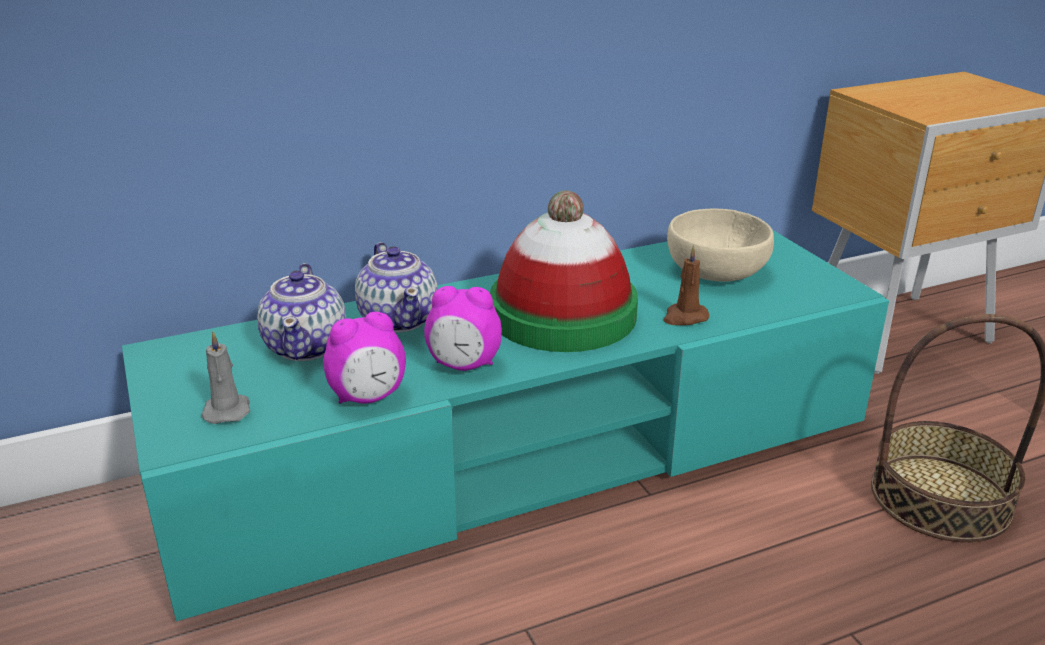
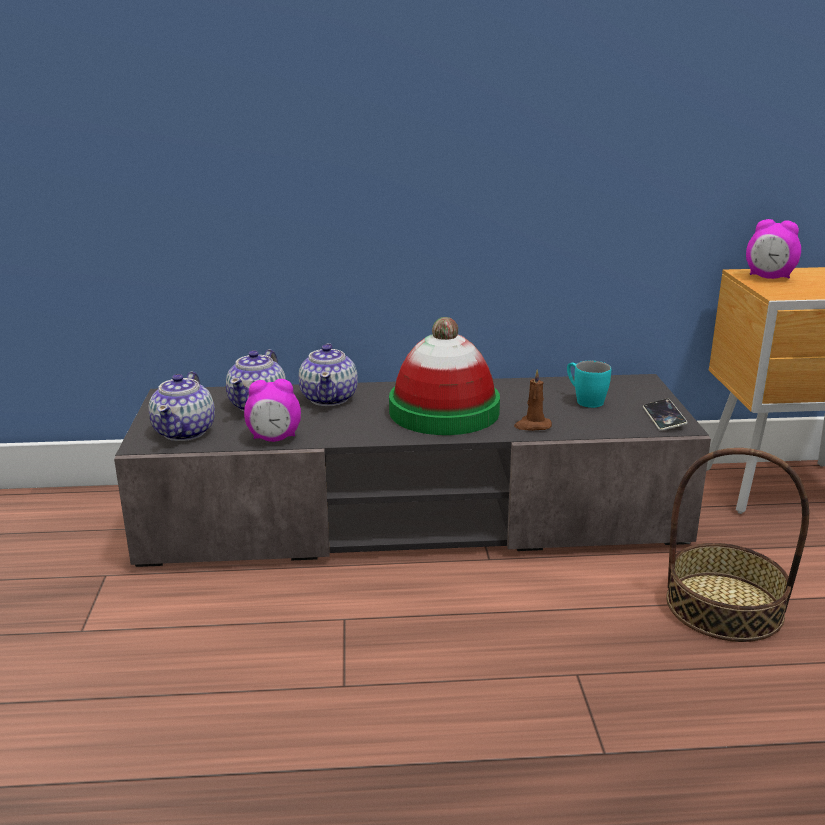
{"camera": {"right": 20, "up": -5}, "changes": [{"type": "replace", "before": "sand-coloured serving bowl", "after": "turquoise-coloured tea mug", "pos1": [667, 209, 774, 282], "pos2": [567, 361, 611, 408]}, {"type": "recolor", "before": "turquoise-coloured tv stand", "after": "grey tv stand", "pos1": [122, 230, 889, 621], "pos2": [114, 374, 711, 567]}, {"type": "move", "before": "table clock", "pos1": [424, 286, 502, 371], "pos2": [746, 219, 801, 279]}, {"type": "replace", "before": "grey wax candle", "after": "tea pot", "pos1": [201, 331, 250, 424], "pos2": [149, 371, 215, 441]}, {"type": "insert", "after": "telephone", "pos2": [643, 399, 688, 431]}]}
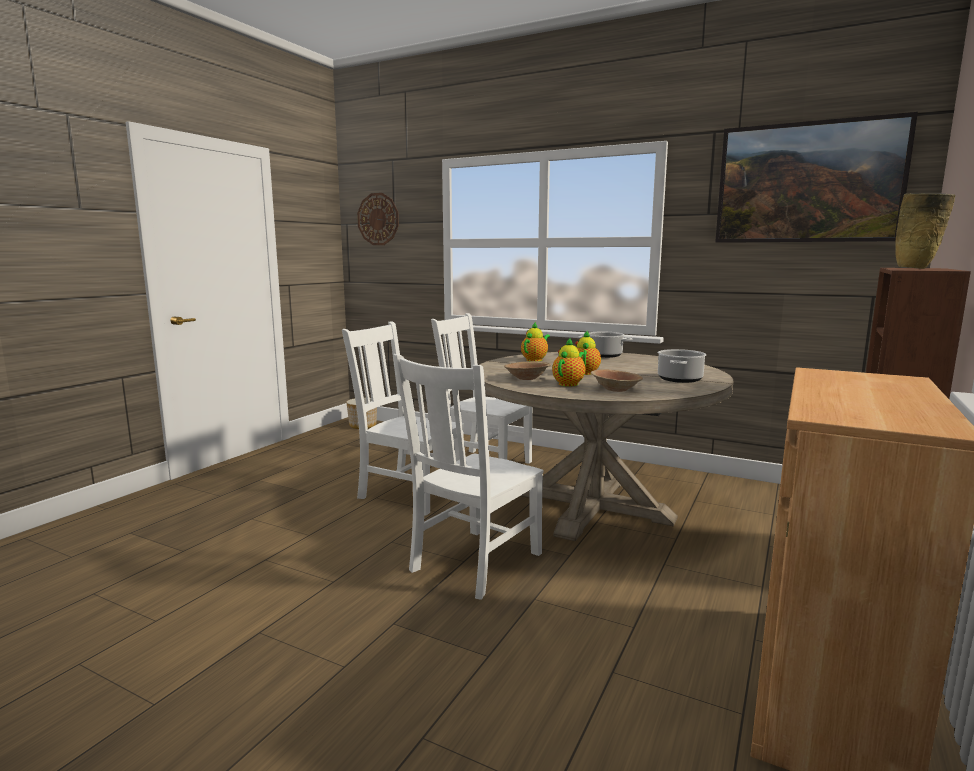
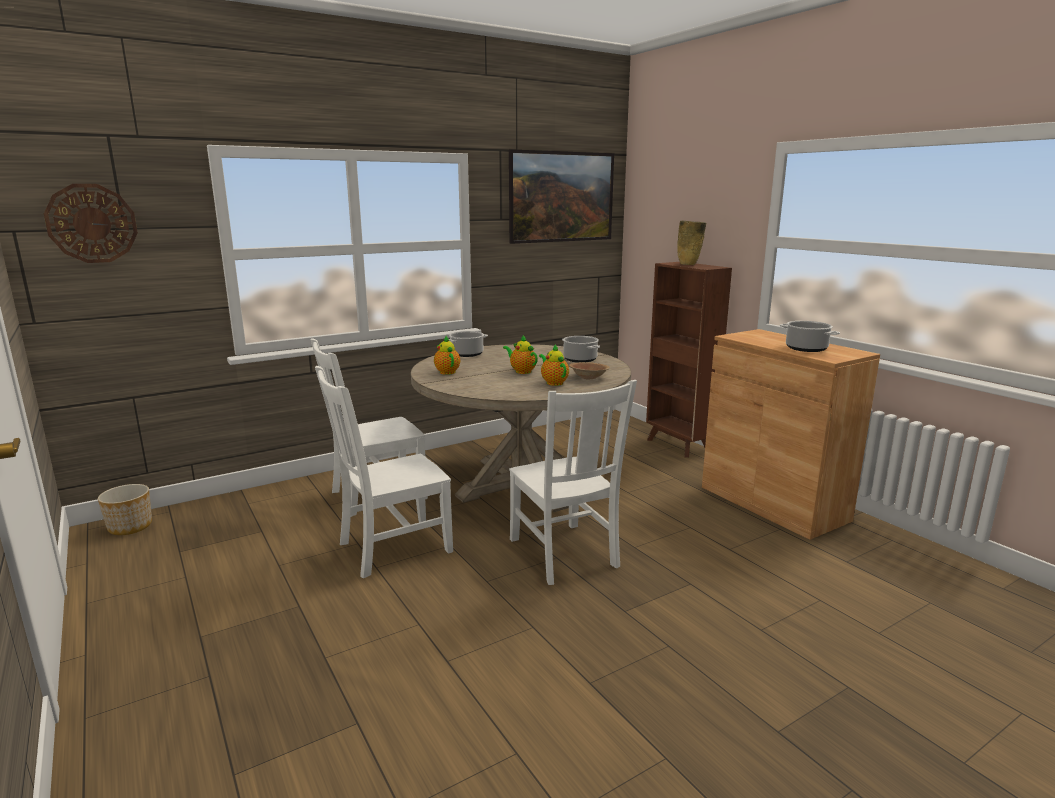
{"camera": {"right": -60, "up": 5}, "changes": [{"type": "delete", "before": "brownish serving bowl", "pos1": [504, 361, 551, 380]}, {"type": "insert", "after": "cooking pot", "pos2": [780, 321, 840, 352]}]}
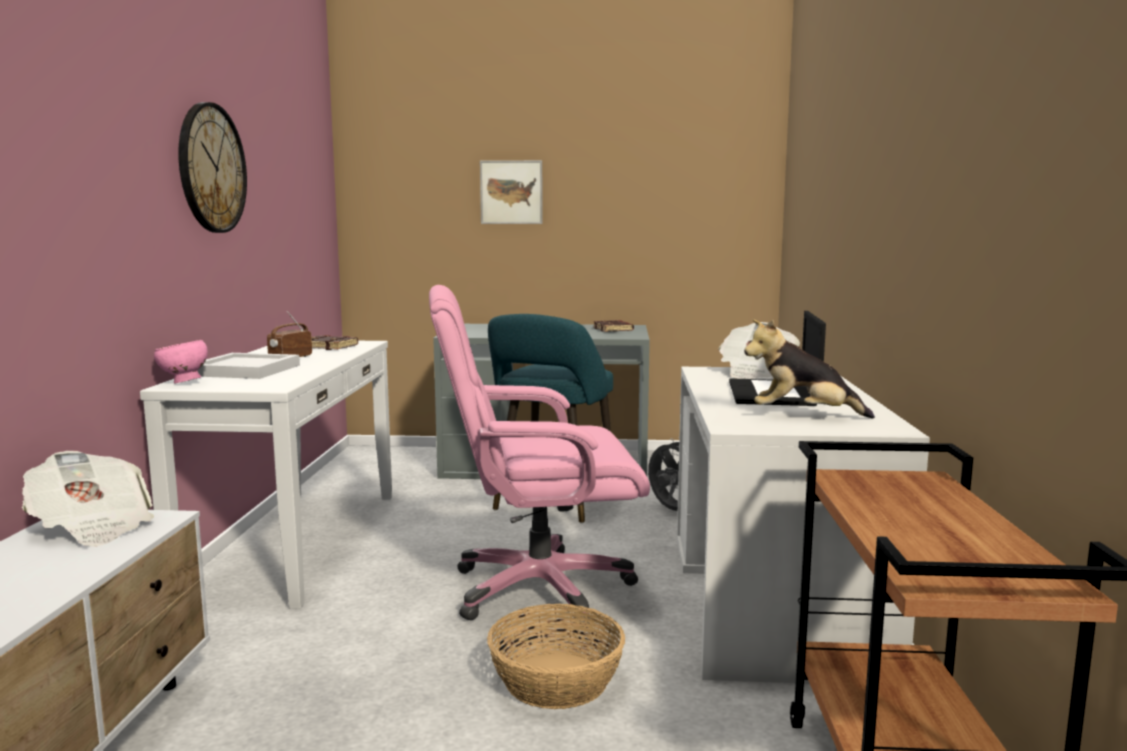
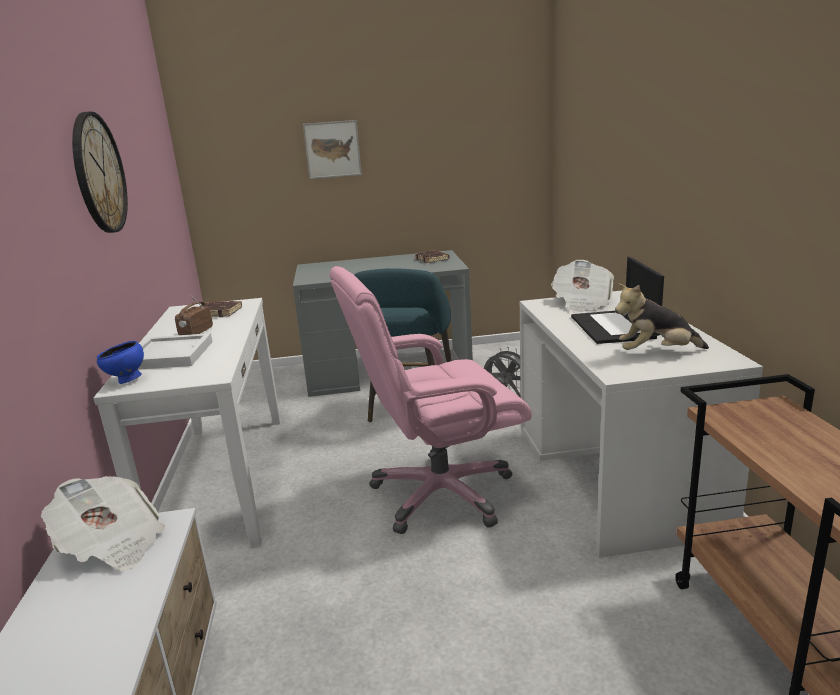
{"camera": {"right": -10, "up": 10}, "changes": [{"type": "recolor", "before": "pink-coloured serving bowl", "after": "blue-coloured serving bowl", "pos1": [154, 340, 208, 384], "pos2": [97, 341, 144, 384]}, {"type": "delete", "before": "basket", "pos1": [487, 604, 625, 709]}]}
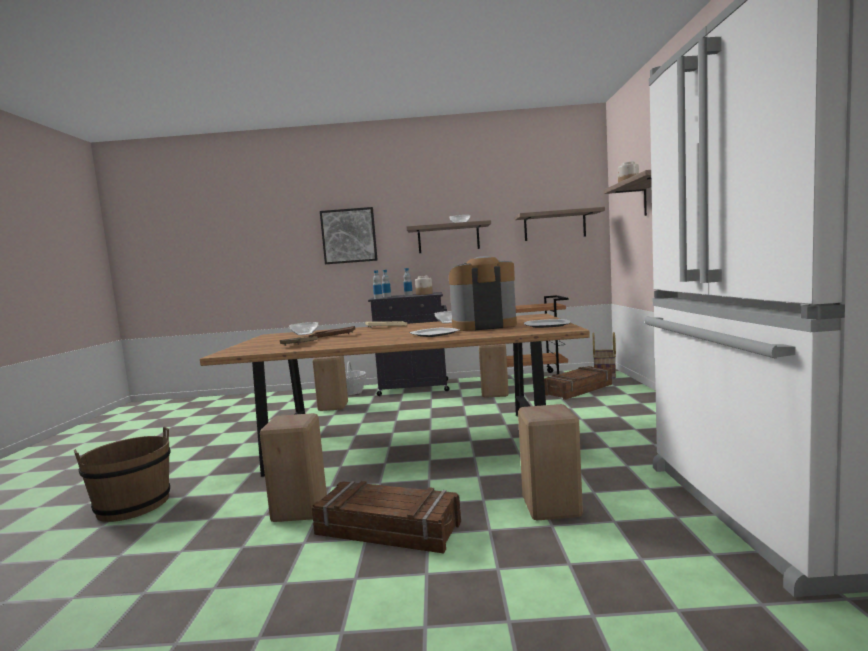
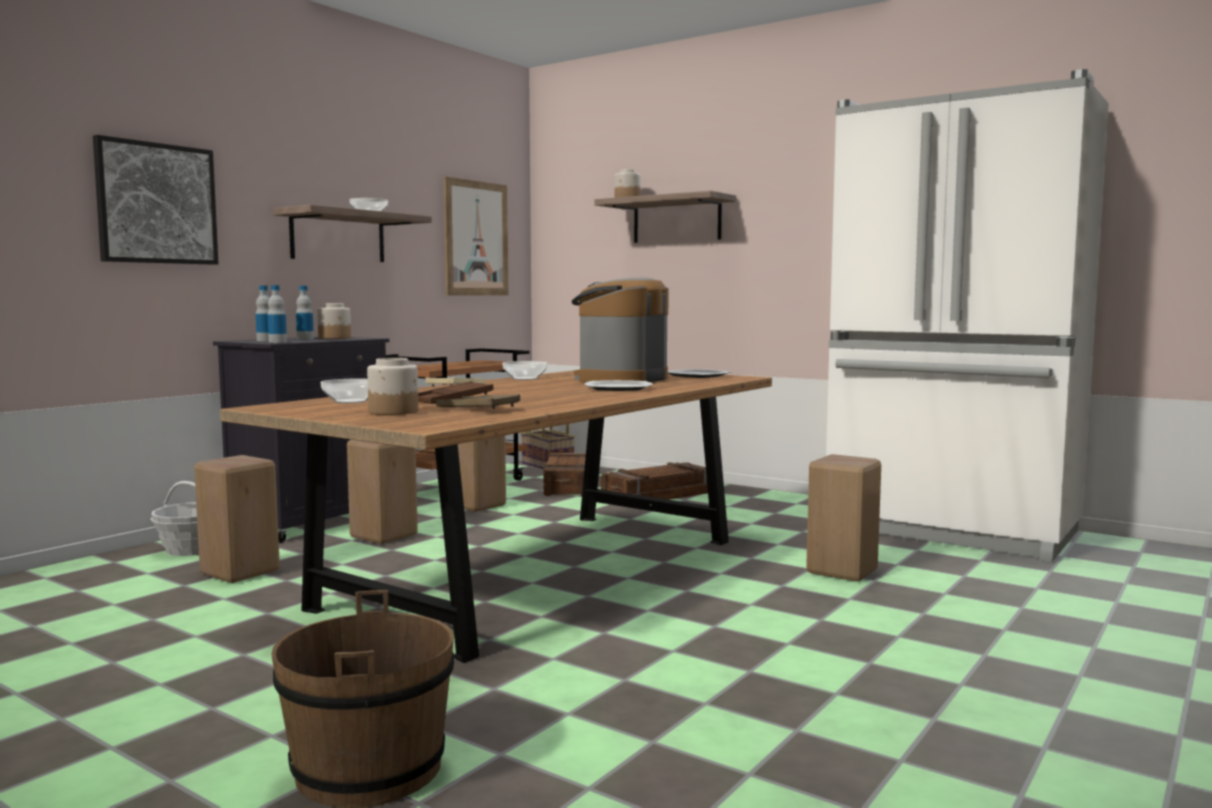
{"camera": {"right": -55, "up": 0}, "changes": [{"type": "replace", "before": "bracket shelf", "after": "wall picture", "pos1": [515, 207, 605, 241], "pos2": [444, 176, 508, 296]}, {"type": "move", "before": "sand-coloured stool", "pos1": [260, 413, 327, 522], "pos2": [347, 440, 418, 544]}, {"type": "move", "before": "packing crate", "pos1": [312, 481, 461, 554], "pos2": [601, 462, 708, 500]}, {"type": "insert", "after": "storage jar", "pos2": [367, 358, 418, 415]}]}
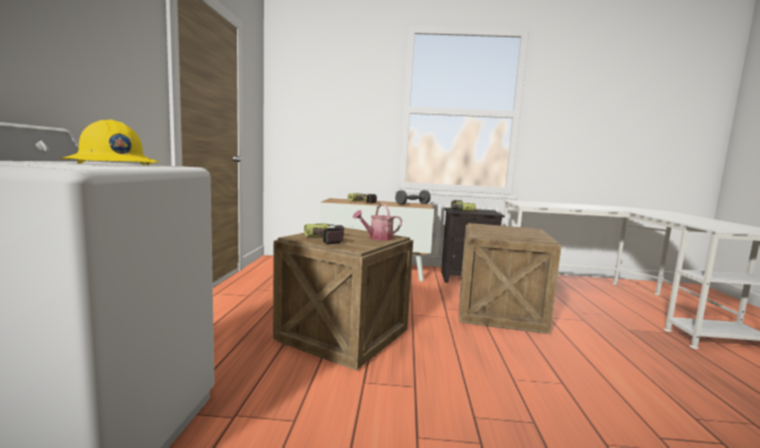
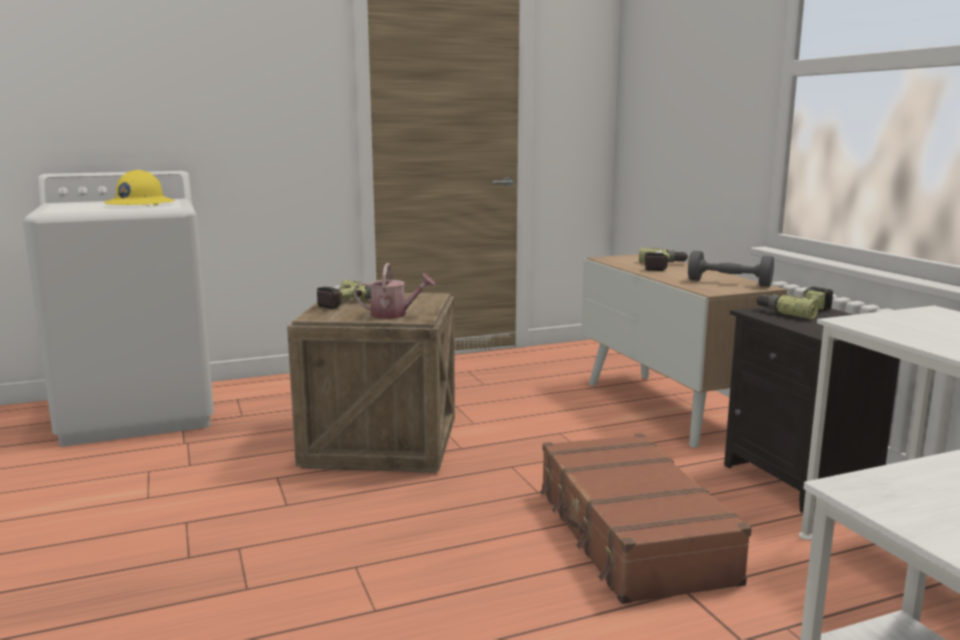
{"camera": {"right": 65, "up": 5}, "changes": [{"type": "rotate", "before": "sprinkling can", "pos1": [353, 203, 402, 241], "pos2": [353, 263, 435, 319], "turn": 150}, {"type": "replace", "before": "packing crate", "after": "brownish suitcase", "pos1": [459, 223, 561, 334], "pos2": [540, 433, 752, 604]}]}
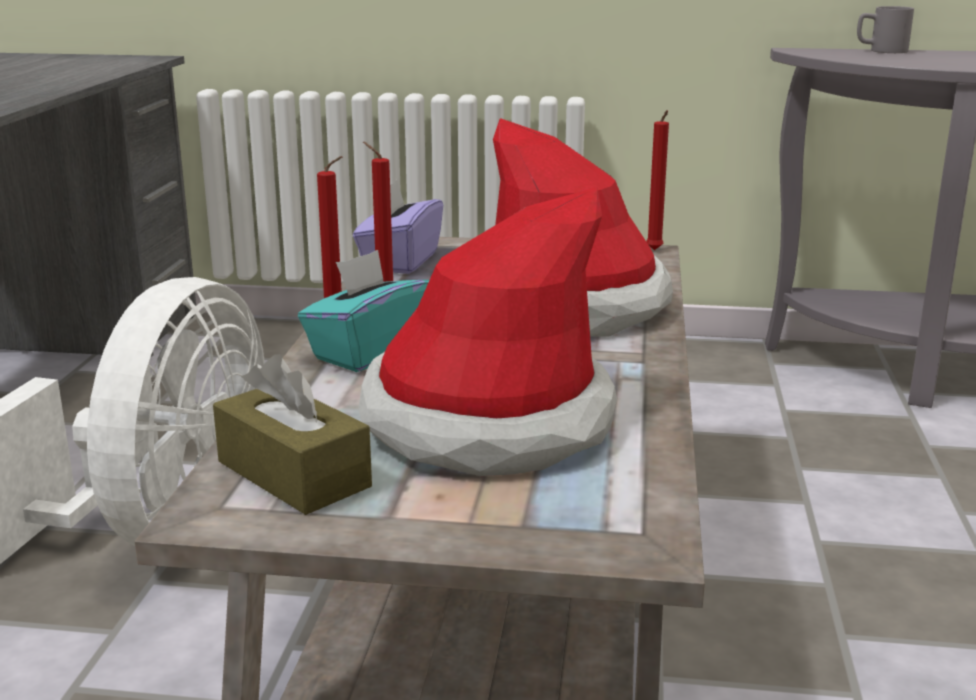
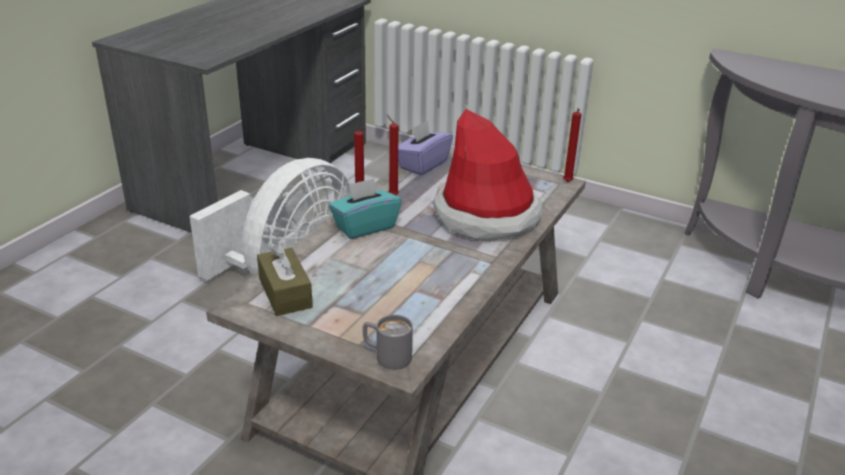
{"camera": {"right": 20, "up": 10}, "changes": [{"type": "move", "before": "grey tea mug", "pos1": [857, 6, 914, 53], "pos2": [363, 315, 413, 370]}, {"type": "delete", "before": "clothing hat", "pos1": [359, 187, 617, 476]}]}
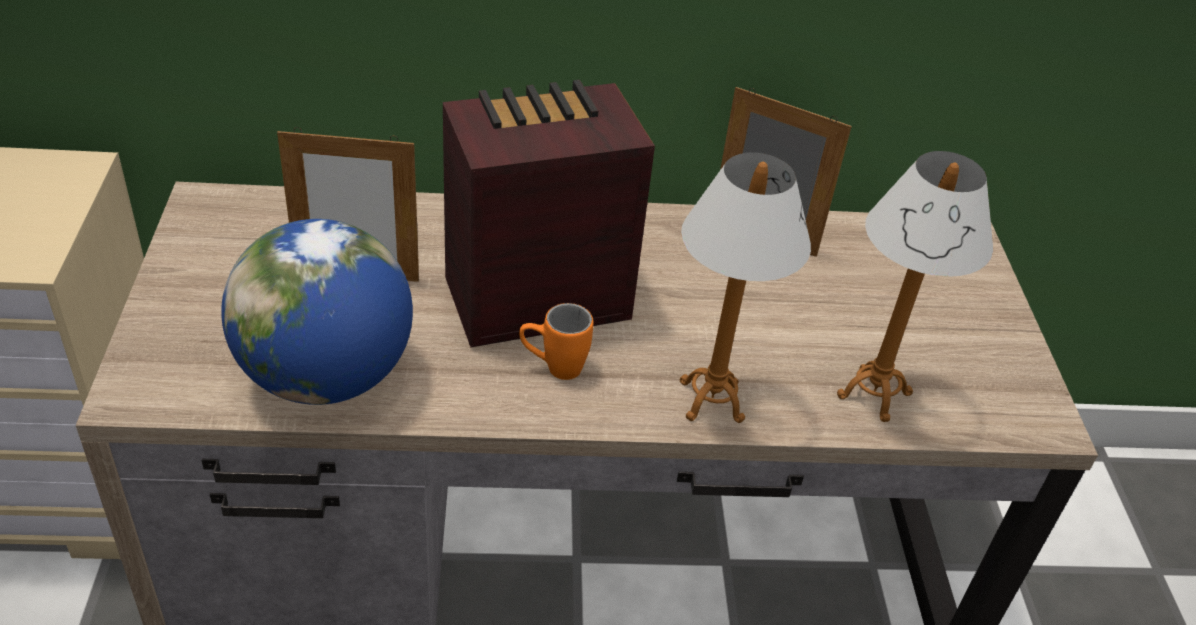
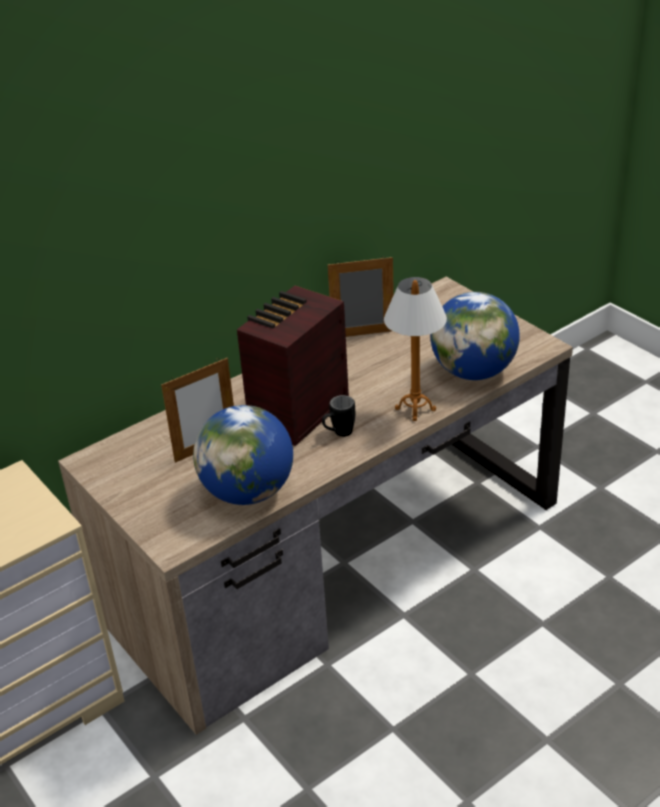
{"camera": {"right": -30, "up": -5}, "changes": [{"type": "replace", "before": "lamp for a table", "after": "desk globe", "pos1": [837, 151, 993, 422], "pos2": [431, 292, 520, 380]}, {"type": "recolor", "before": "orange tea mug", "after": "black-coloured tea mug", "pos1": [519, 303, 593, 380], "pos2": [322, 395, 355, 437]}]}
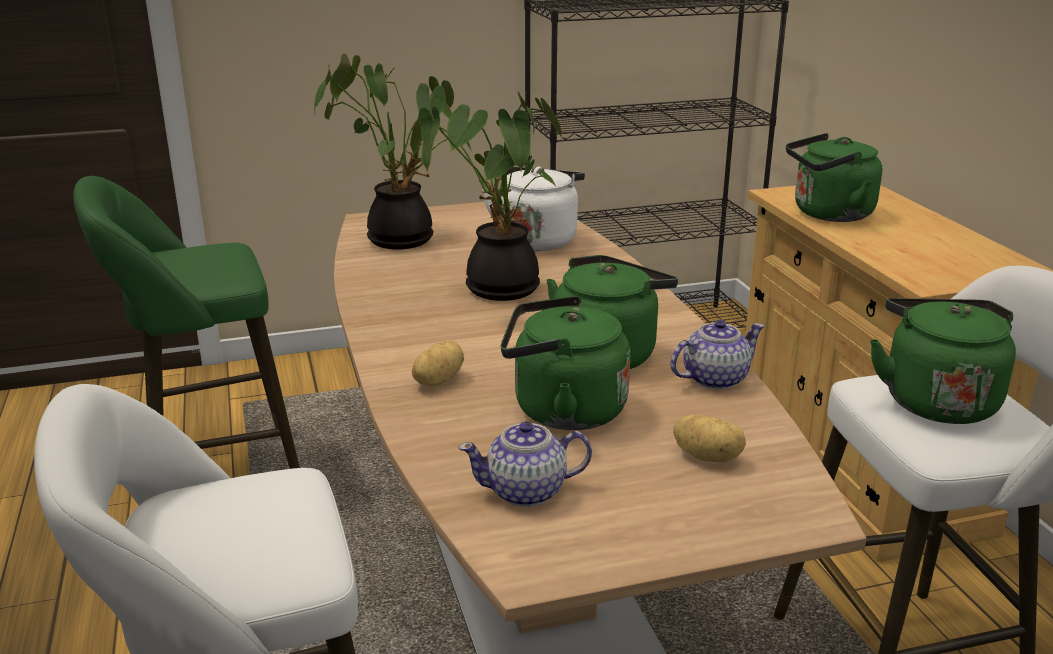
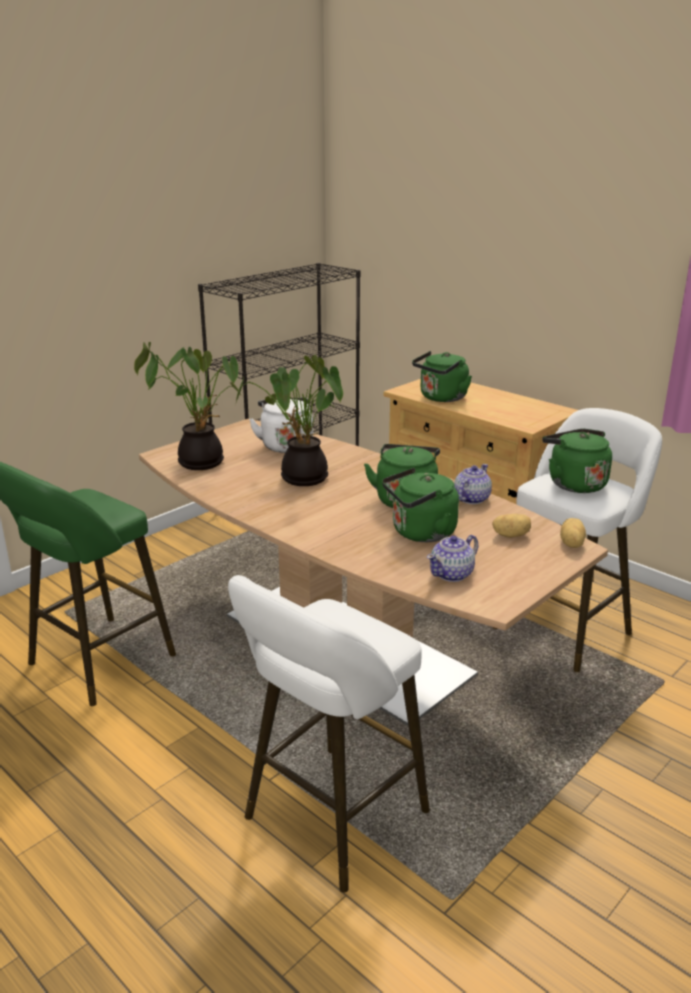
{"camera": {"right": -30, "up": 0}, "changes": [{"type": "move", "before": "whole potato", "pos1": [412, 340, 464, 386], "pos2": [560, 518, 586, 548]}]}
